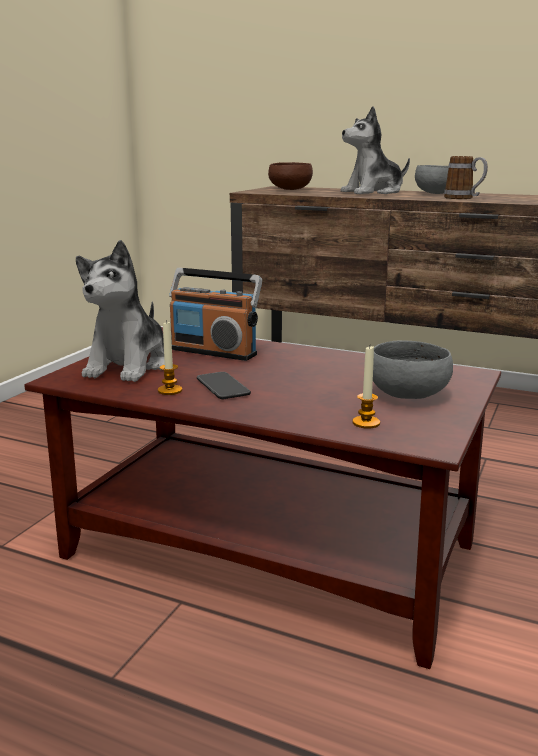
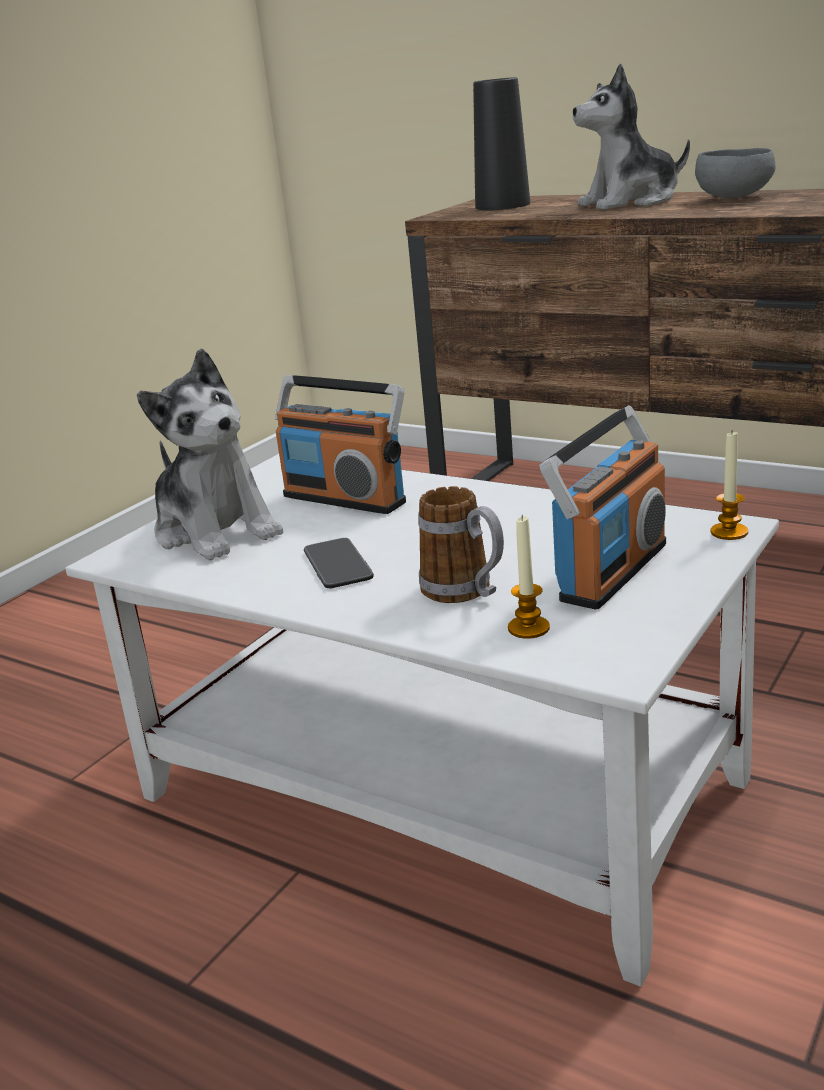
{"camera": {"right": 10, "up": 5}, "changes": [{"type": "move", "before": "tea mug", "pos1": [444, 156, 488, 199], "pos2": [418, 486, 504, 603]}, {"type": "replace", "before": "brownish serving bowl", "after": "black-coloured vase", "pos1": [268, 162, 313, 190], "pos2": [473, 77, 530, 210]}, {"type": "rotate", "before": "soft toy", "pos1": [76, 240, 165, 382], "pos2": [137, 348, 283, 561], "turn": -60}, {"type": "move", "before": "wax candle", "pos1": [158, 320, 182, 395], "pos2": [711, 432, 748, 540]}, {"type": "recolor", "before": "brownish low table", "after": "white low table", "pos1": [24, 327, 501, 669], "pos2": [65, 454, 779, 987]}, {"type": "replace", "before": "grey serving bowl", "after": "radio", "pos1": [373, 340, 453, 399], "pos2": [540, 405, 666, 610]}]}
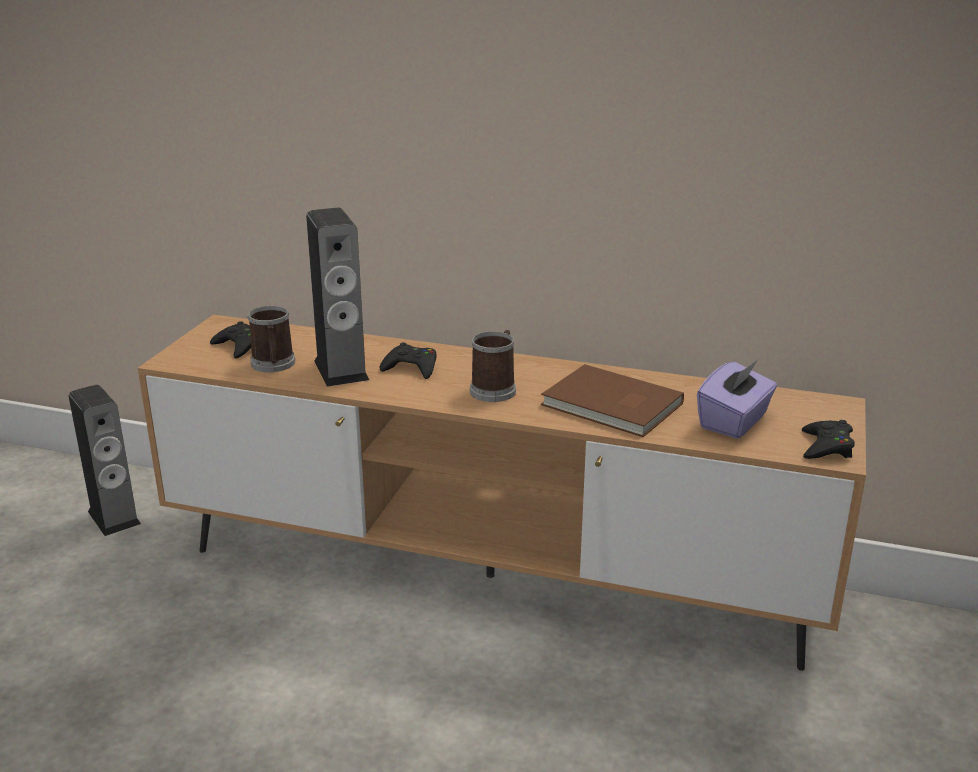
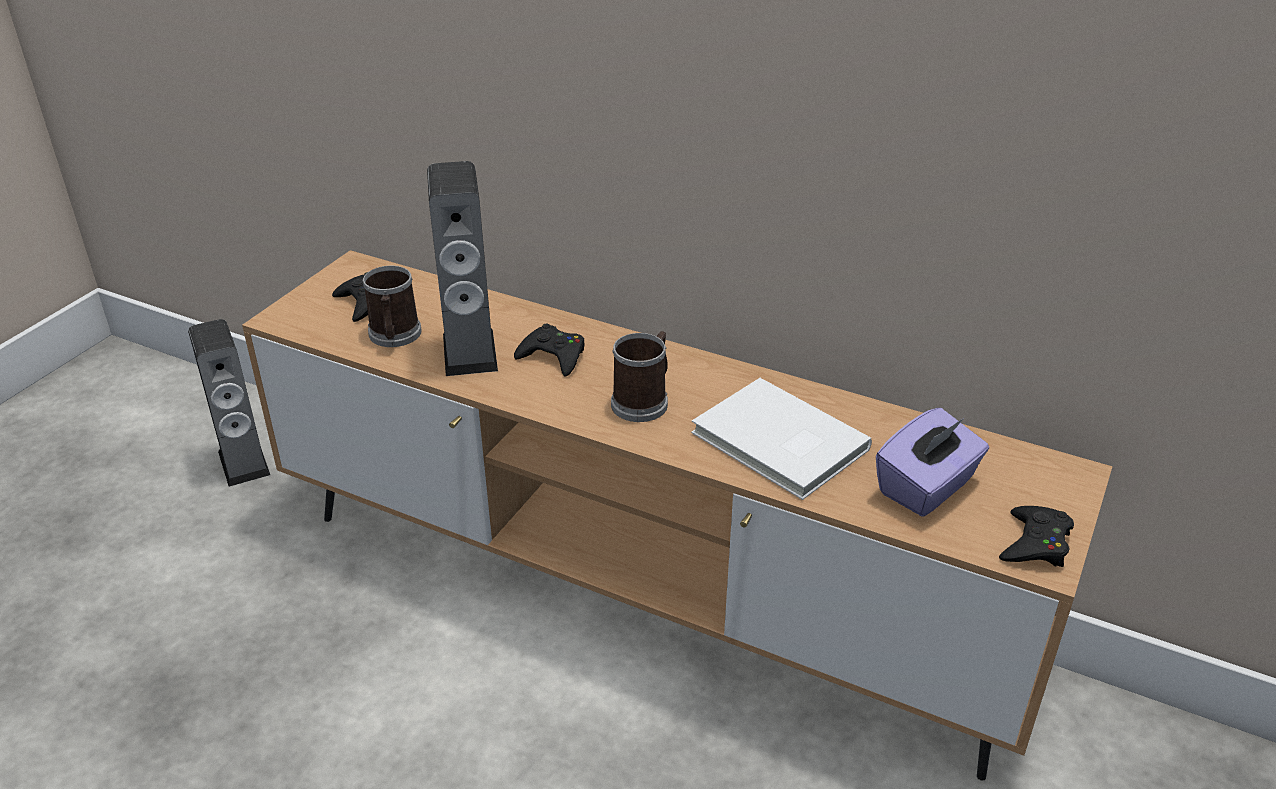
{"camera": {"right": 10, "up": 10}, "changes": [{"type": "recolor", "before": "brownish book", "after": "white book", "pos1": [541, 364, 684, 437], "pos2": [691, 378, 872, 500]}]}
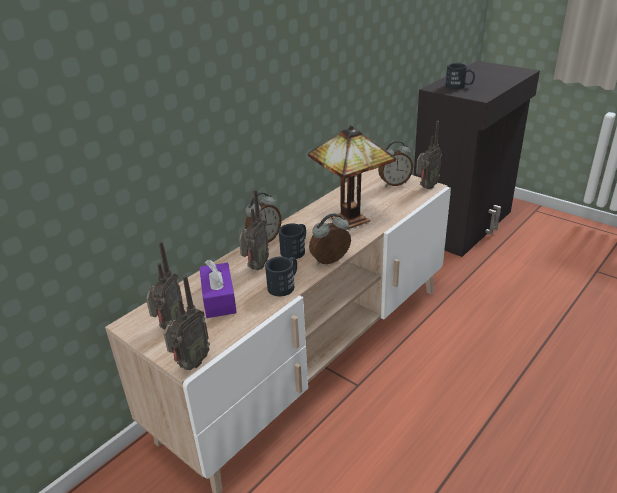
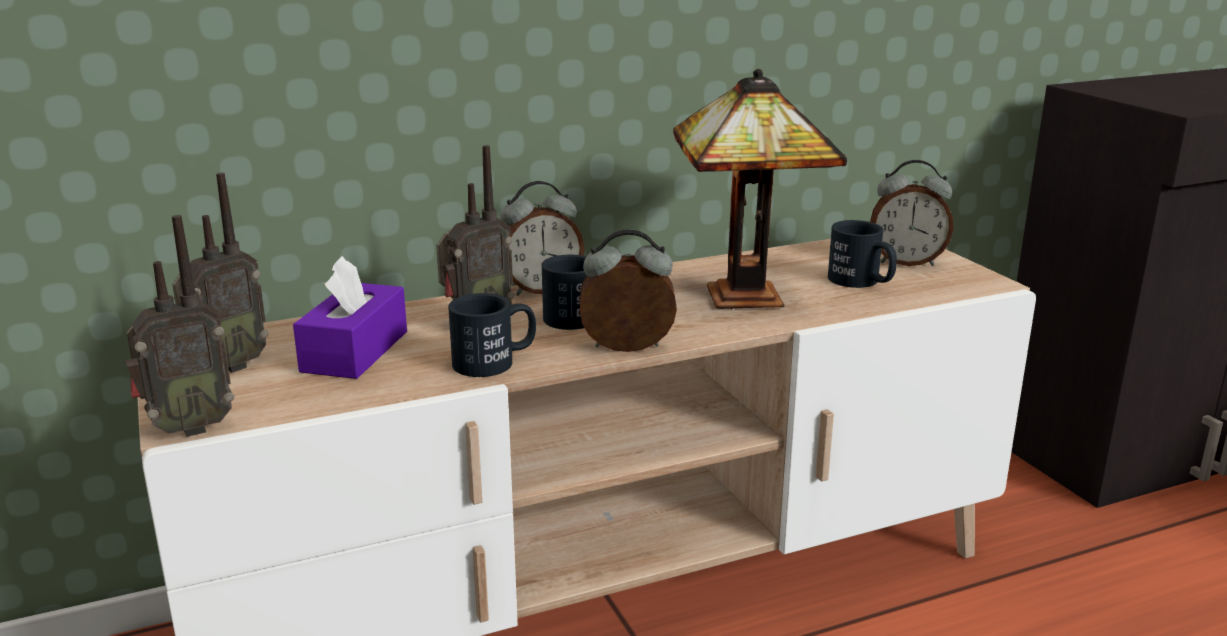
{"camera": {"right": 25, "up": -10}, "changes": [{"type": "move", "before": "black-coloured tea mug", "pos1": [446, 63, 475, 89], "pos2": [828, 220, 897, 288]}, {"type": "delete", "before": "radio", "pos1": [416, 121, 442, 189]}]}
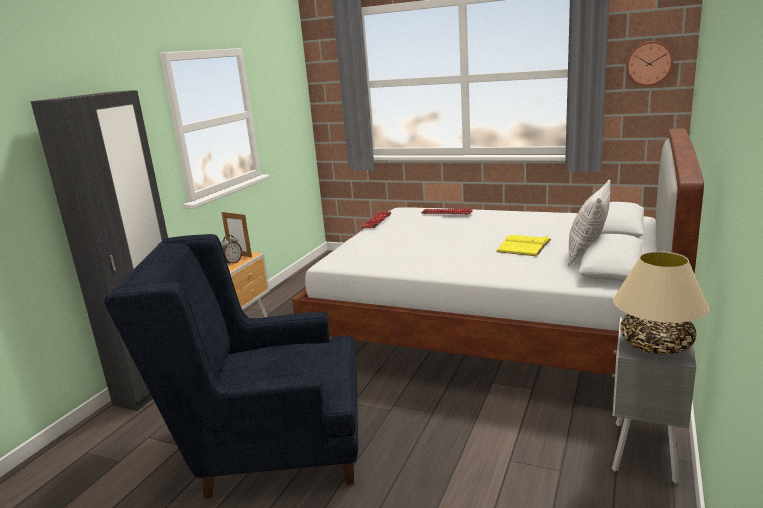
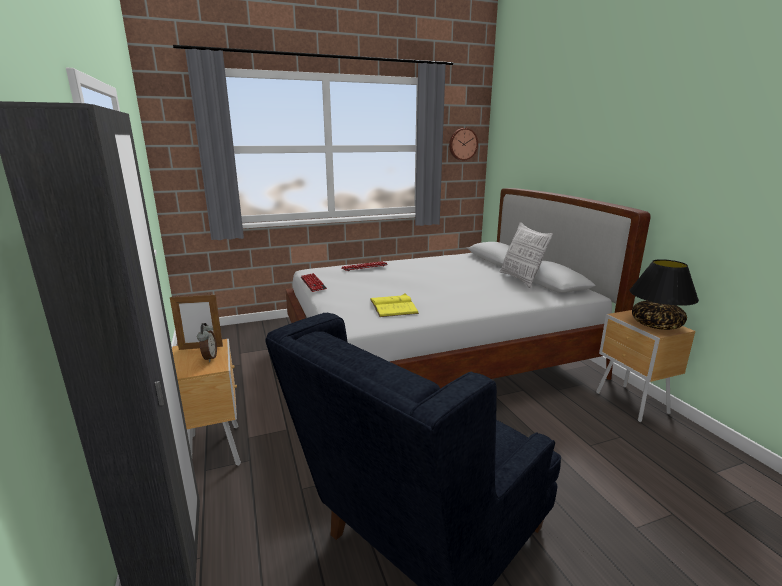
{"camera": {"right": -45, "up": 0}, "changes": [{"type": "move", "before": "yellowish book", "pos1": [496, 235, 551, 256], "pos2": [370, 293, 419, 317]}, {"type": "recolor", "before": "sand-coloured lamp for a table", "after": "black-coloured lamp for a table", "pos1": [613, 251, 709, 355], "pos2": [629, 259, 699, 330]}, {"type": "recolor", "before": "grey bedside table", "after": "brownish bedside table", "pos1": [612, 317, 696, 484], "pos2": [596, 310, 695, 422]}]}
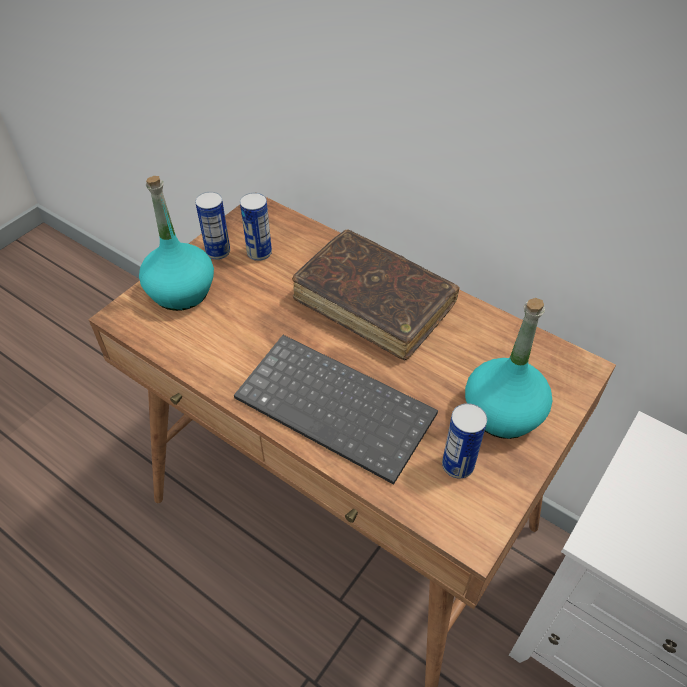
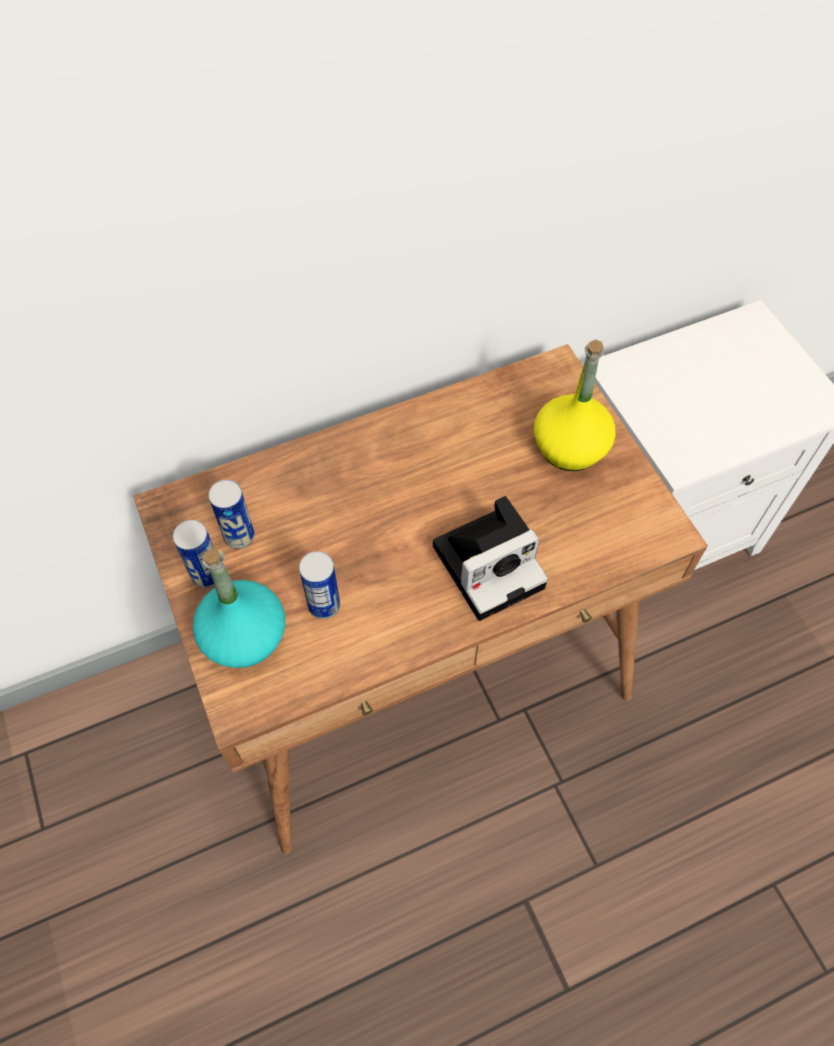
{"camera": {"right": -60, "up": 10}, "changes": [{"type": "delete", "before": "brownish book", "pos1": [292, 229, 459, 360]}, {"type": "recolor", "before": "turquoise-coloured beverage bottle", "after": "yellowish beverage bottle", "pos1": [465, 298, 552, 439], "pos2": [534, 339, 615, 471]}, {"type": "replace", "before": "computer keyboard", "after": "photo camera", "pos1": [234, 335, 438, 485], "pos2": [433, 496, 548, 621]}, {"type": "move", "before": "can", "pos1": [442, 403, 487, 478], "pos2": [299, 551, 340, 619]}]}
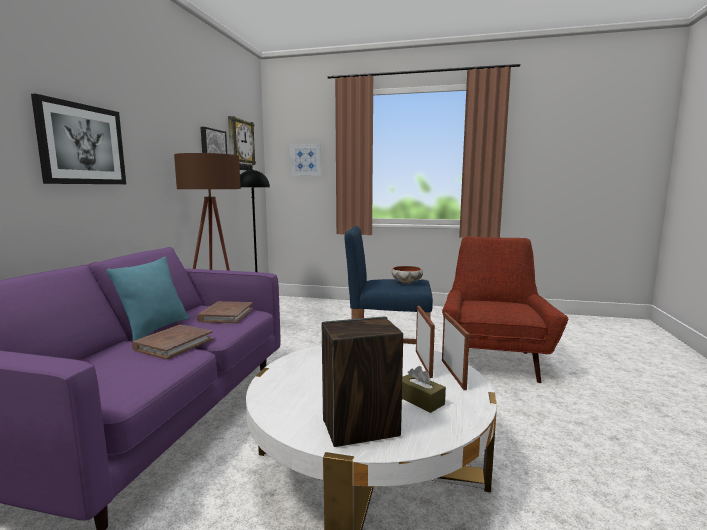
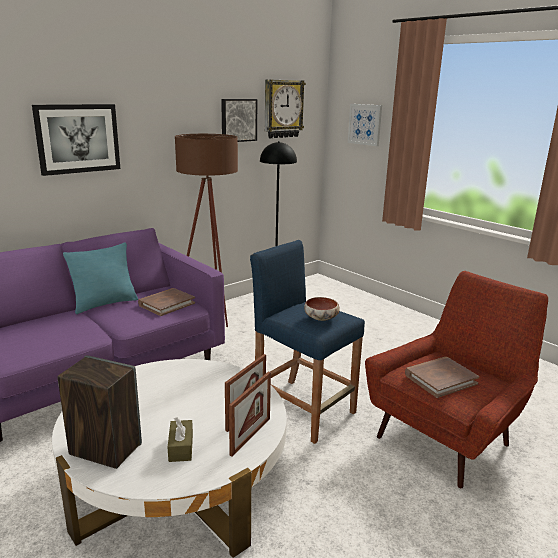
{"camera": {"right": 35, "up": 10}, "changes": [{"type": "move", "before": "brownish book", "pos1": [132, 325, 213, 360], "pos2": [405, 357, 479, 398]}]}
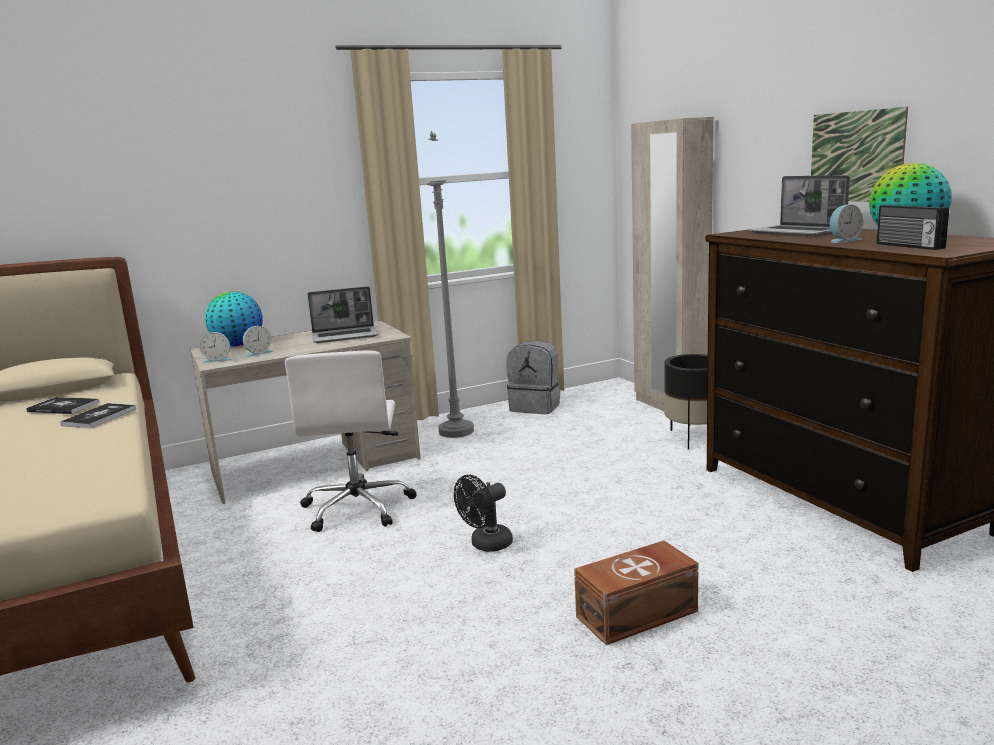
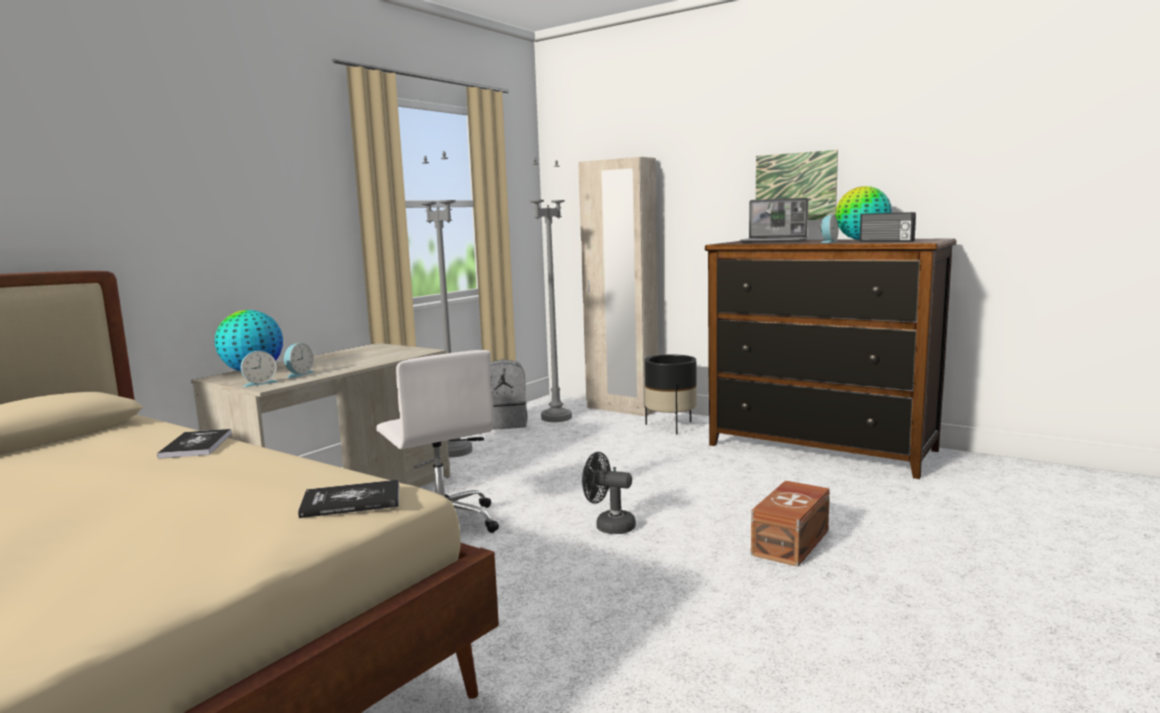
{"camera": {"right": -30, "up": -5}, "changes": [{"type": "delete", "before": "portable computer", "pos1": [307, 286, 378, 343]}, {"type": "move", "before": "book", "pos1": [26, 397, 100, 414], "pos2": [298, 480, 399, 518]}, {"type": "rotate", "before": "black-coloured fan", "pos1": [454, 475, 513, 552], "pos2": [582, 452, 636, 534], "turn": 90}, {"type": "insert", "after": "grey standard lamp", "pos2": [530, 158, 572, 422]}]}
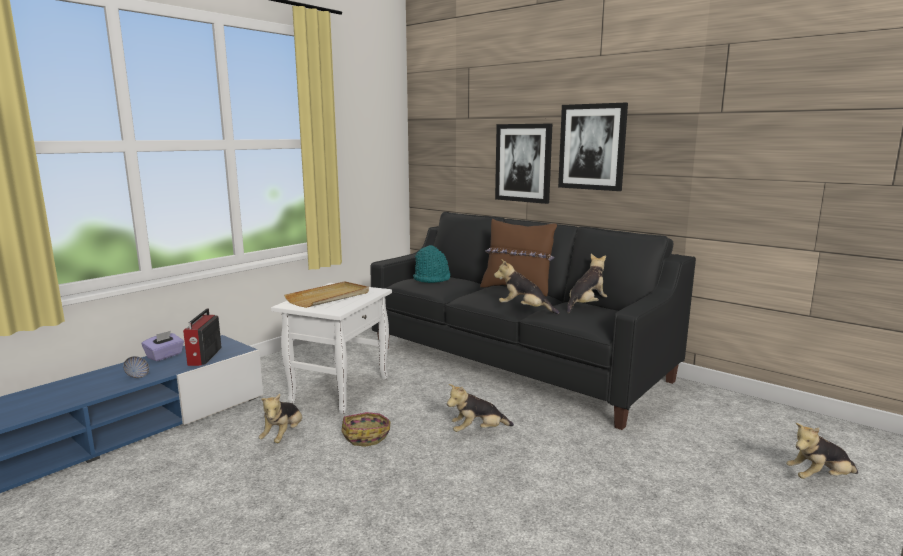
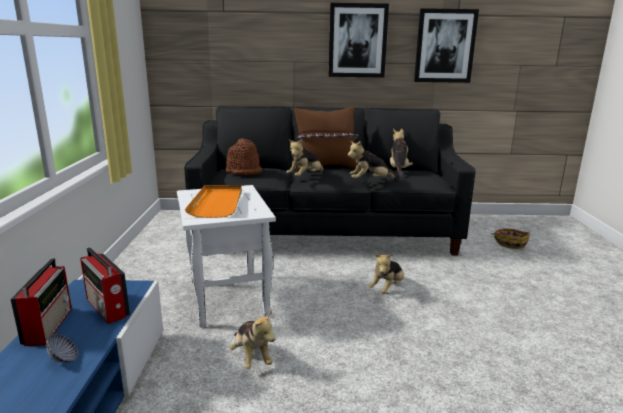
{"camera": {"right": -40, "up": 5}, "changes": [{"type": "move", "before": "wall picture", "pos1": [495, 124, 552, 204], "pos2": [414, 8, 479, 83]}, {"type": "recolor", "before": "turquoise-coloured clothing hat", "after": "brownish clothing hat", "pos1": [413, 245, 451, 283], "pos2": [226, 138, 263, 176]}, {"type": "recolor", "before": "sand-coloured tray", "after": "orange tray", "pos1": [284, 281, 369, 308], "pos2": [185, 185, 242, 218]}, {"type": "replace", "before": "purplish tissue box", "after": "radio", "pos1": [142, 331, 184, 361], "pos2": [11, 258, 72, 346]}, {"type": "move", "before": "basket", "pos1": [342, 412, 390, 447], "pos2": [491, 228, 530, 249]}, {"type": "move", "before": "soft toy", "pos1": [786, 423, 858, 479], "pos2": [286, 139, 324, 177]}]}
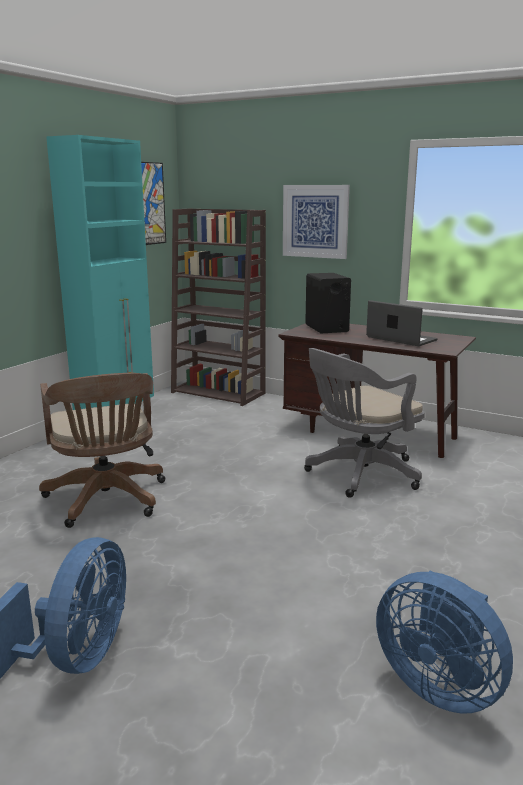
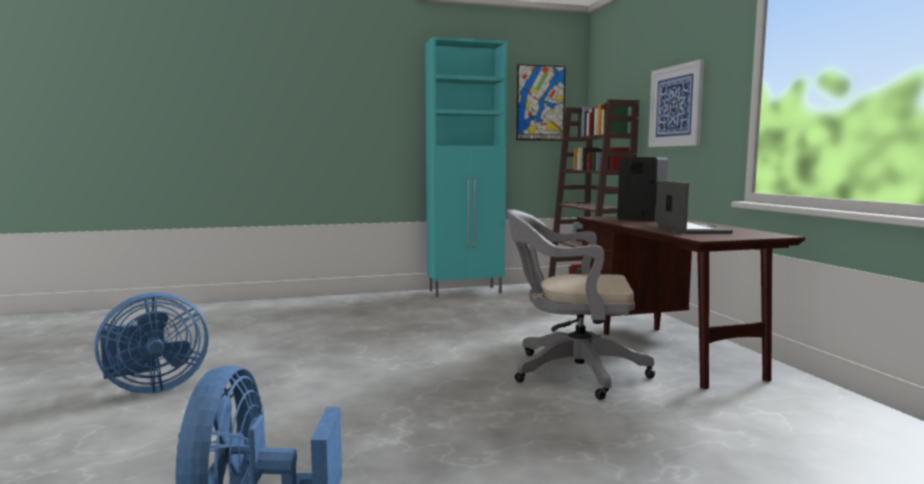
{"camera": {"right": 45, "up": -10}, "changes": [{"type": "delete", "before": "brownish desk chair", "pos1": [39, 373, 165, 528]}]}
